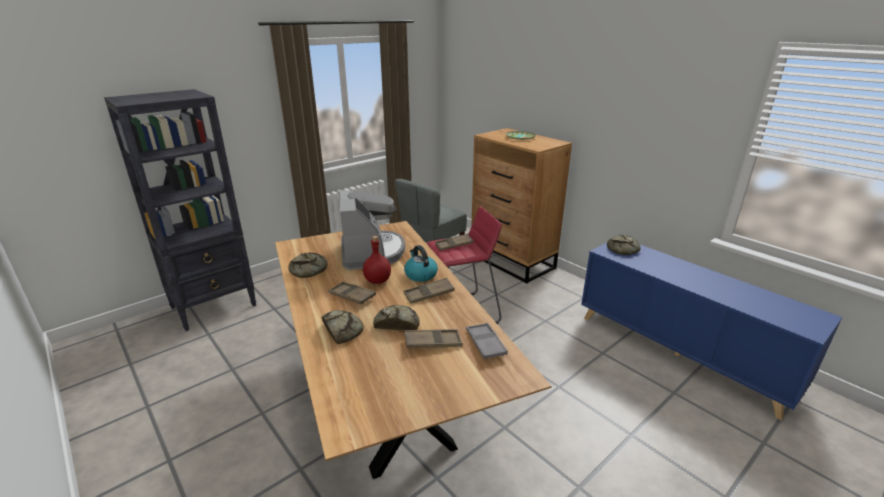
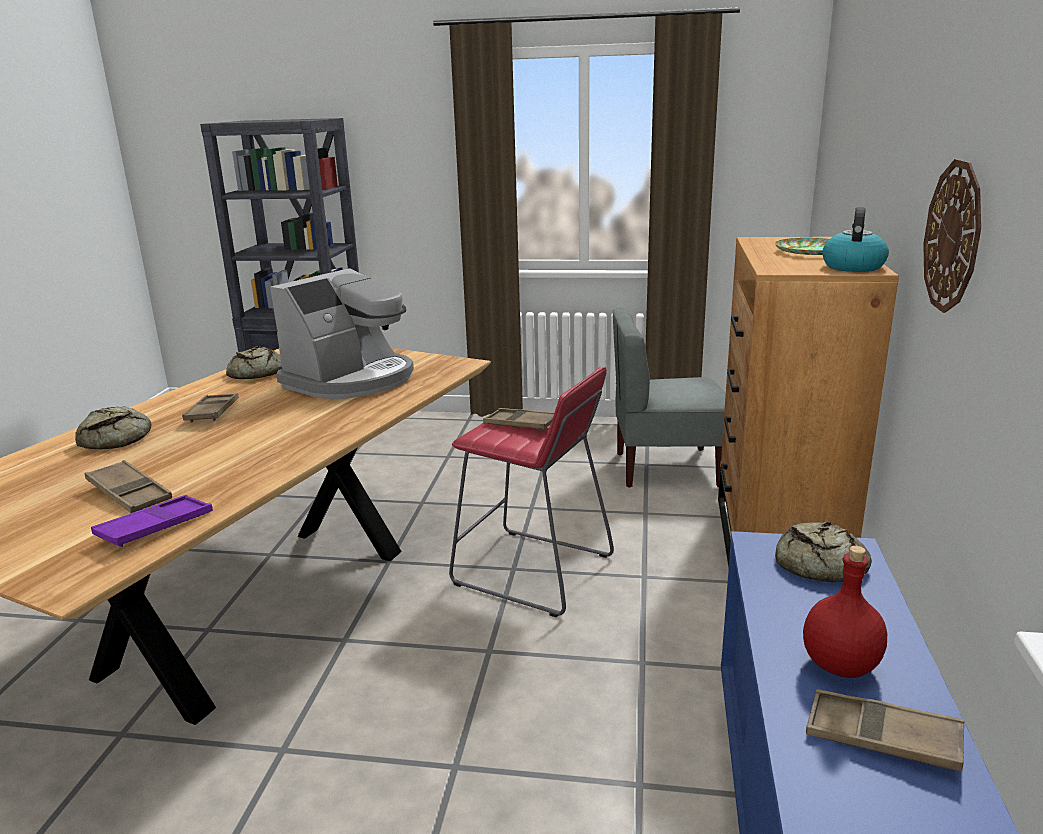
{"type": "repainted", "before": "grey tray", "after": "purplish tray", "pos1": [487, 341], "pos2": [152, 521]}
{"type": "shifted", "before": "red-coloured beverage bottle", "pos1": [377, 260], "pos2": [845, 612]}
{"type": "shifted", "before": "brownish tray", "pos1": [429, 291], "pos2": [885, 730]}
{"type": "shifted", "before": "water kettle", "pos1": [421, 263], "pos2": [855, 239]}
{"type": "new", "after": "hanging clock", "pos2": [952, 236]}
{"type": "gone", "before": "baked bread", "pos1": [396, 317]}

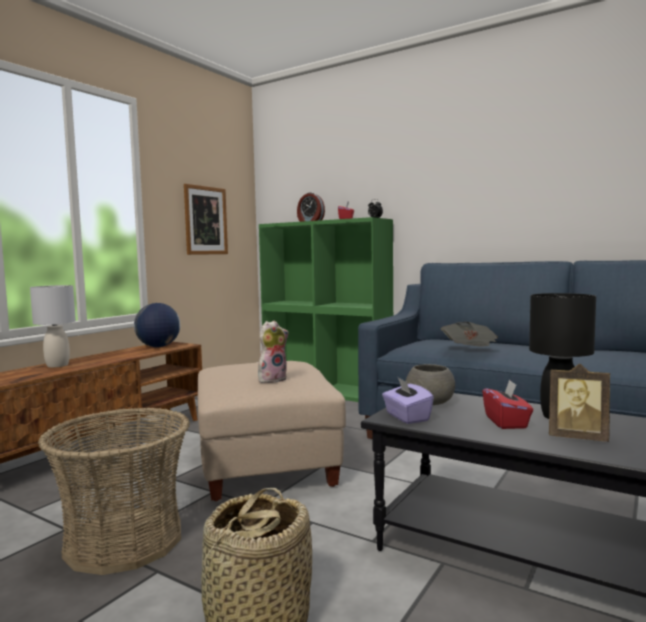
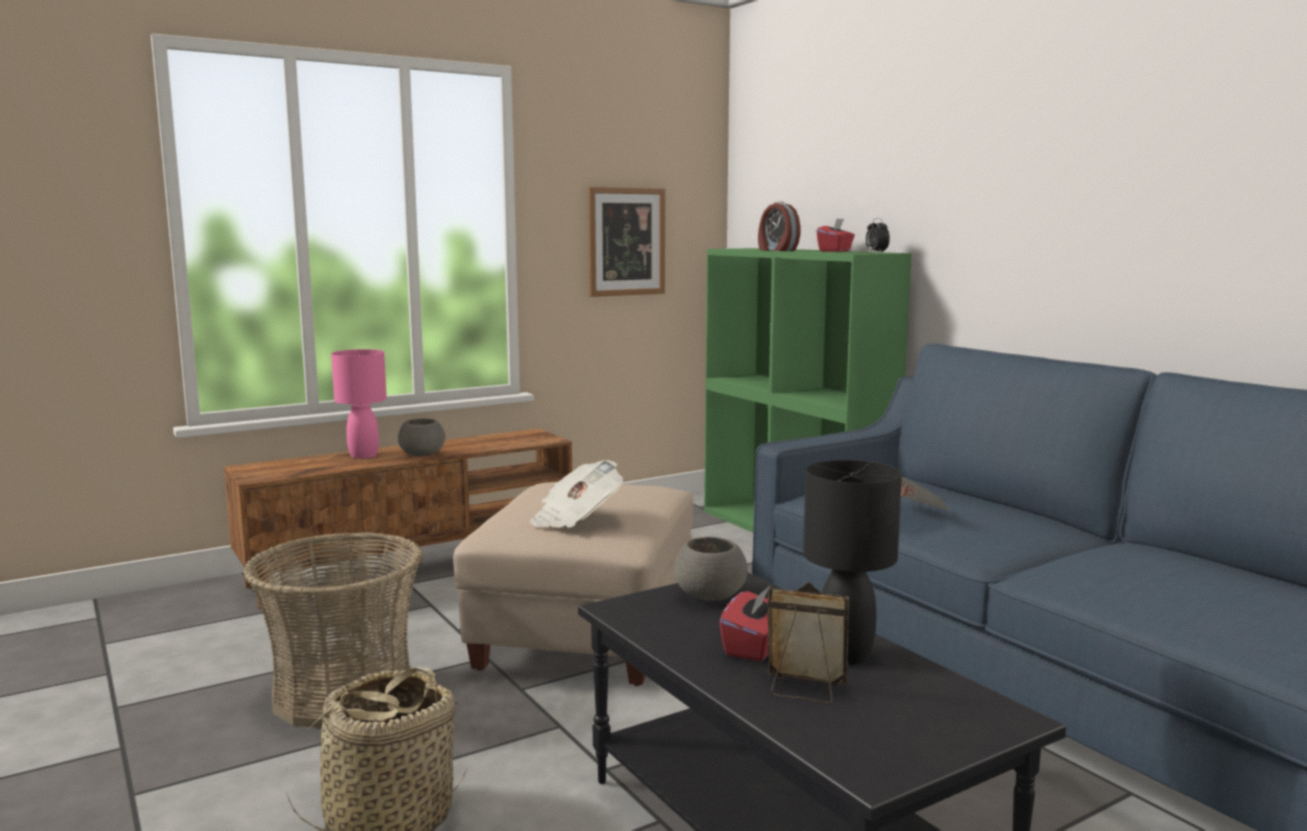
{"type": "repainted", "before": "grey table lamp", "after": "pinkish table lamp", "pos1": [53, 326], "pos2": [359, 404]}
{"type": "new", "after": "grey deep dish", "pos2": [421, 437]}
{"type": "swapped", "before": "plush toy", "after": "daily paper", "pos1": [273, 352], "pos2": [576, 494]}
{"type": "rotated", "before": "picture frame", "pos1": [579, 403], "pos2": [808, 642], "turn": 150}
{"type": "gone", "before": "world globe", "pos1": [157, 325]}
{"type": "gone", "before": "purplish box of tissues", "pos1": [408, 401]}

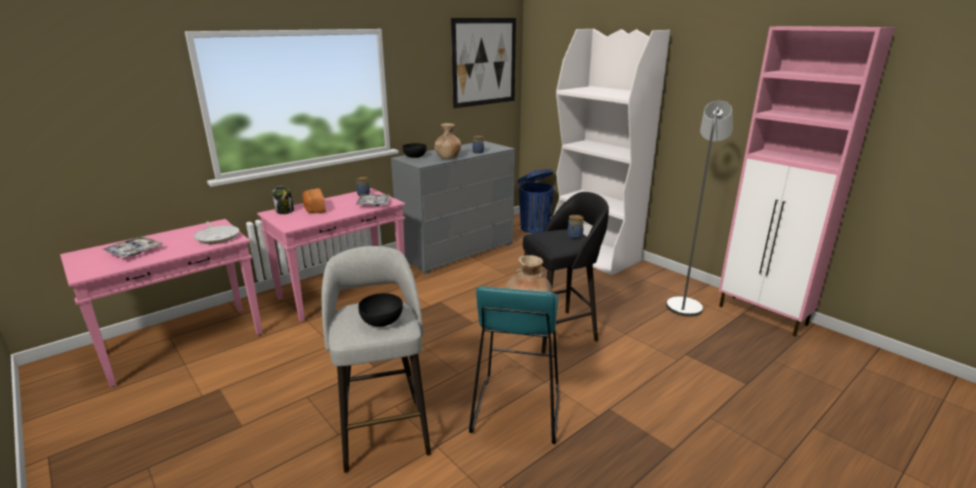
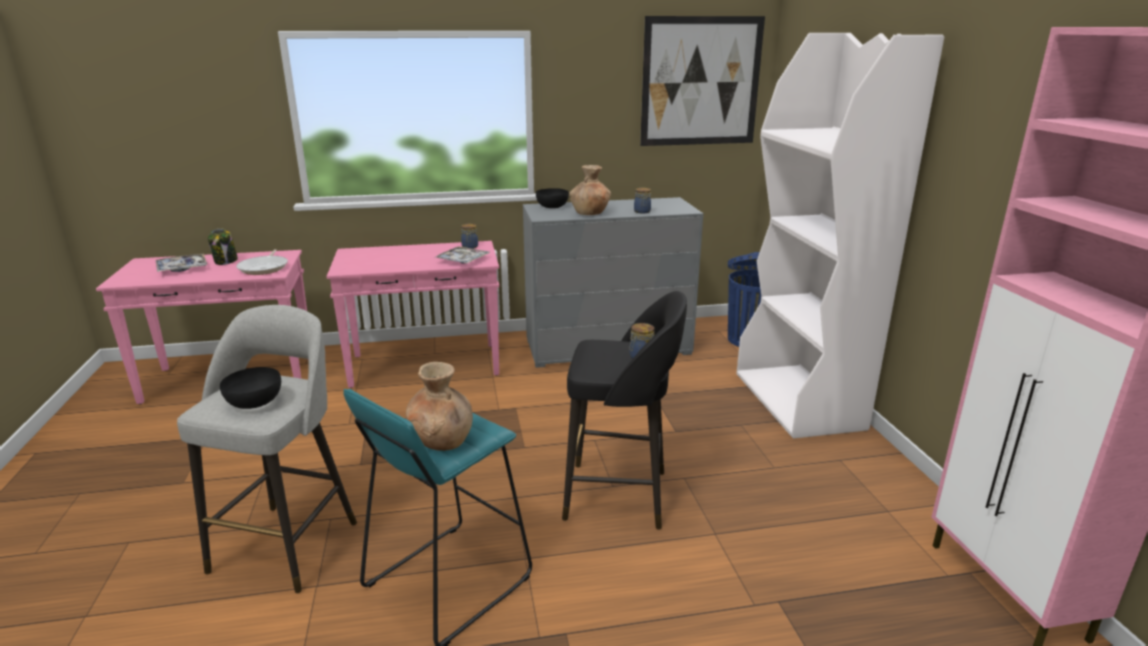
{"type": "shifted", "before": "jar", "pos1": [283, 200], "pos2": [223, 247]}
{"type": "gone", "before": "baked bread", "pos1": [314, 200]}
{"type": "gone", "before": "grey standard lamp", "pos1": [699, 209]}

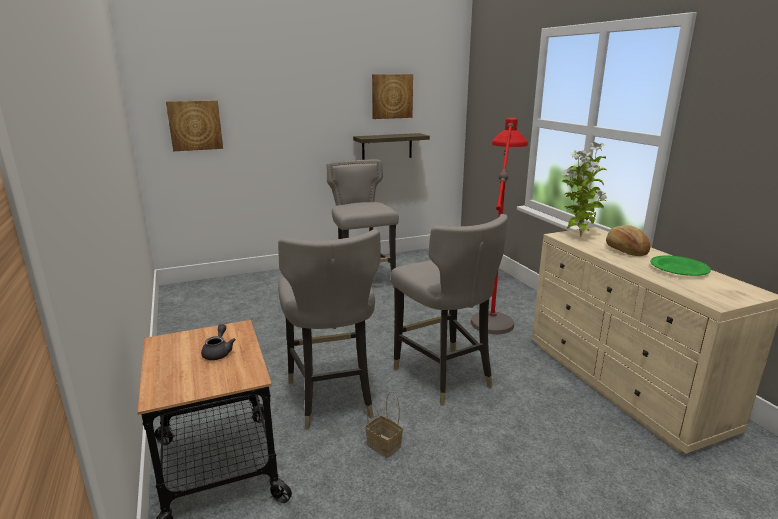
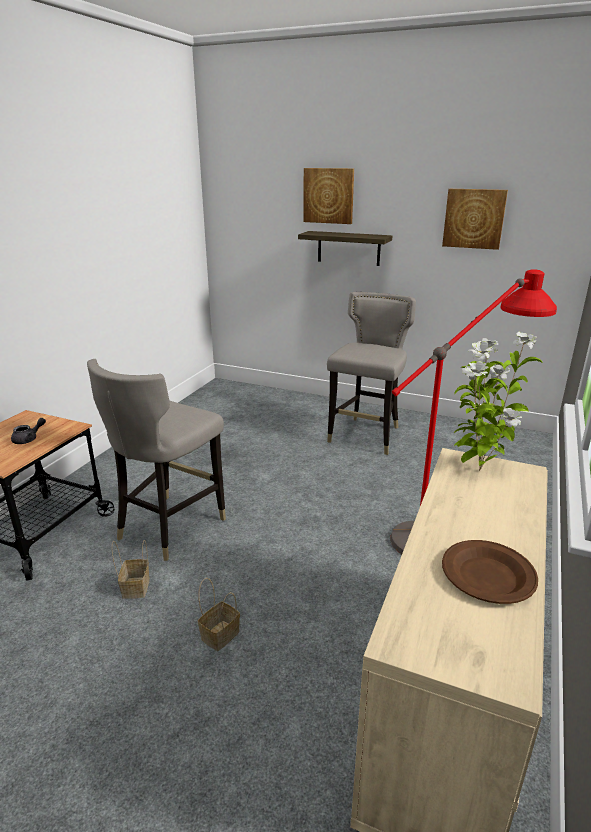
{"type": "new", "after": "storage basket", "pos2": [219, 614]}
{"type": "shifted", "before": "wall shelf", "pos1": [391, 146], "pos2": [345, 248]}
{"type": "shifted", "before": "picture", "pos1": [194, 125], "pos2": [329, 196]}
{"type": "repainted", "before": "green flat dish", "after": "brownish flat dish", "pos1": [680, 266], "pos2": [490, 572]}
{"type": "gone", "before": "grey stool", "pos1": [449, 309]}
{"type": "gone", "before": "baked bread", "pos1": [628, 240]}

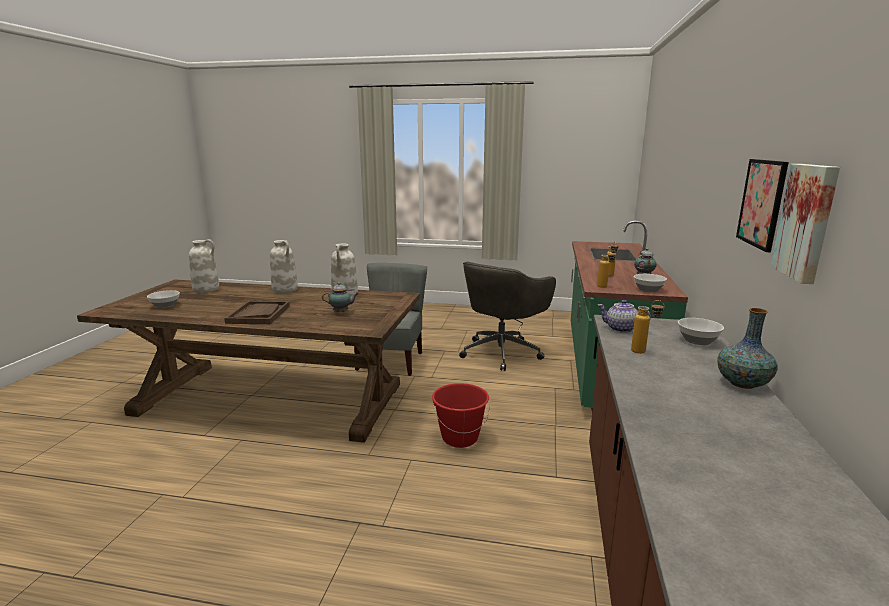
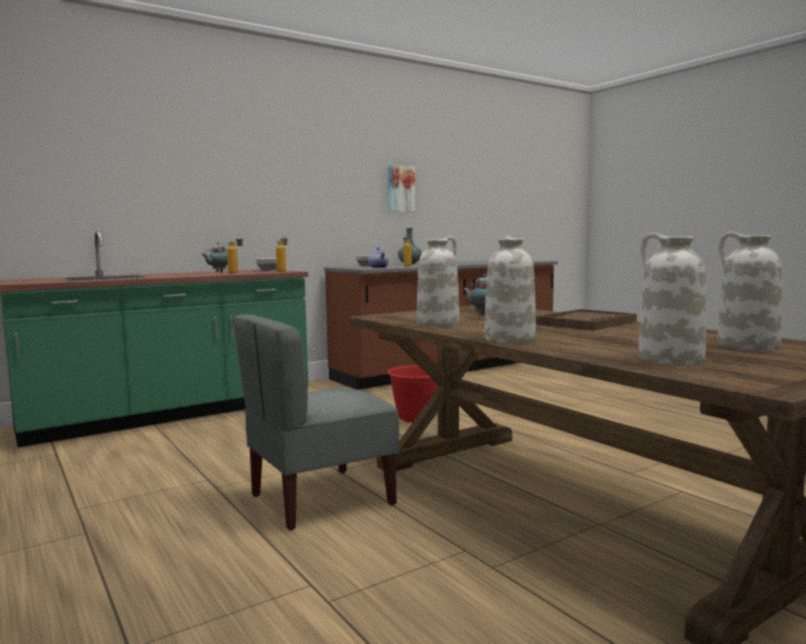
{"type": "swapped", "before": "deep dish", "after": "white flower vase", "pos1": [163, 299], "pos2": [749, 291]}
{"type": "gone", "before": "grey office chair", "pos1": [507, 316]}
{"type": "gone", "before": "picture", "pos1": [762, 205]}

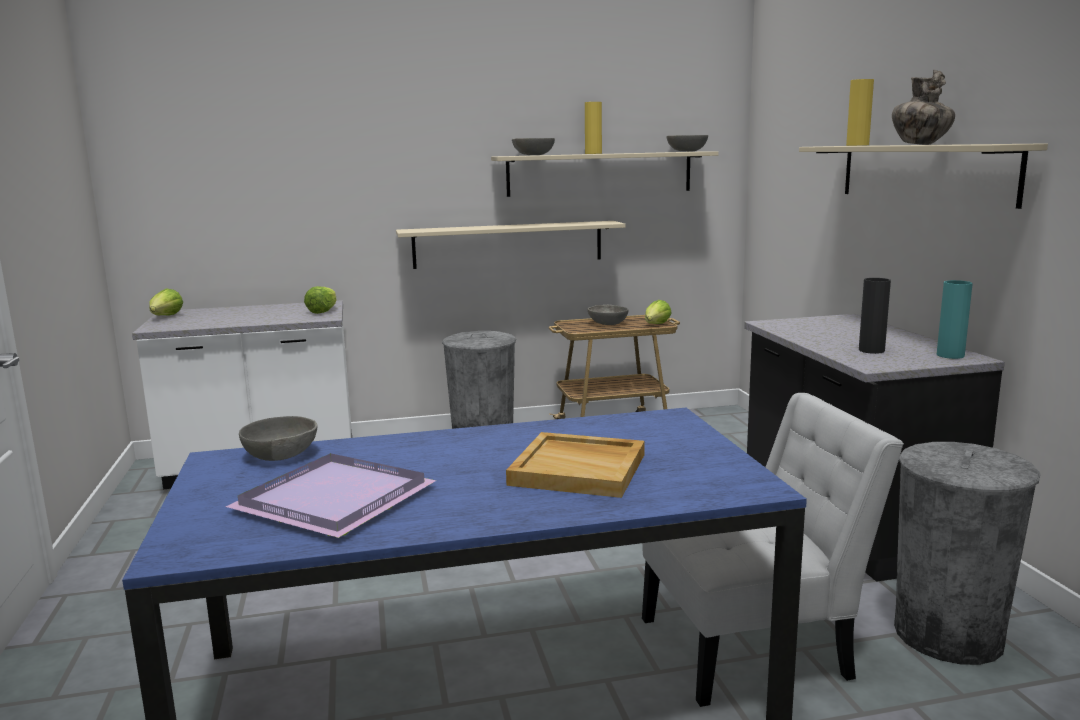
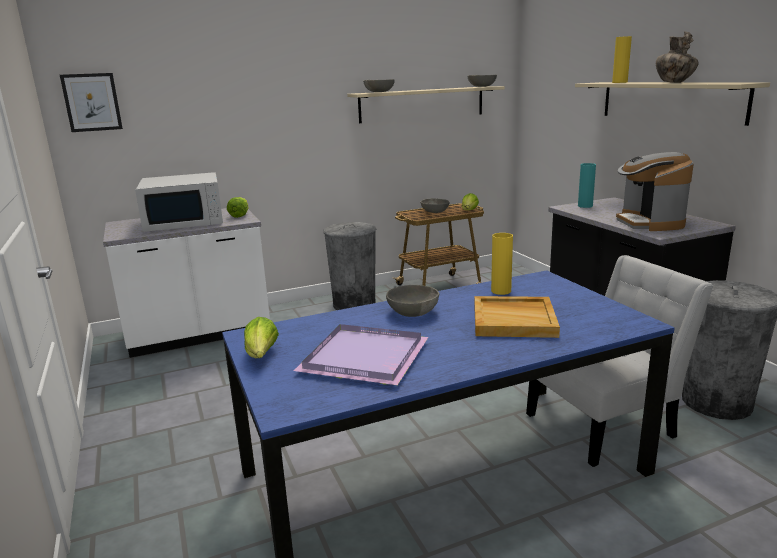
{"type": "new", "after": "picture", "pos2": [91, 102]}
{"type": "new", "after": "white microwave", "pos2": [179, 202]}
{"type": "shifted", "before": "head of lettuce", "pos1": [166, 302], "pos2": [261, 337]}
{"type": "shifted", "before": "grey deep dish", "pos1": [278, 438], "pos2": [412, 301]}
{"type": "shifted", "before": "yellow-coloured flower vase", "pos1": [593, 128], "pos2": [502, 264]}
{"type": "shifted", "before": "blue-green flower vase", "pos1": [955, 319], "pos2": [587, 185]}
{"type": "swapped", "before": "blackish flower vase", "after": "coffee maker", "pos1": [875, 316], "pos2": [655, 191]}
{"type": "gone", "before": "sand-coloured wall shelf", "pos1": [510, 245]}

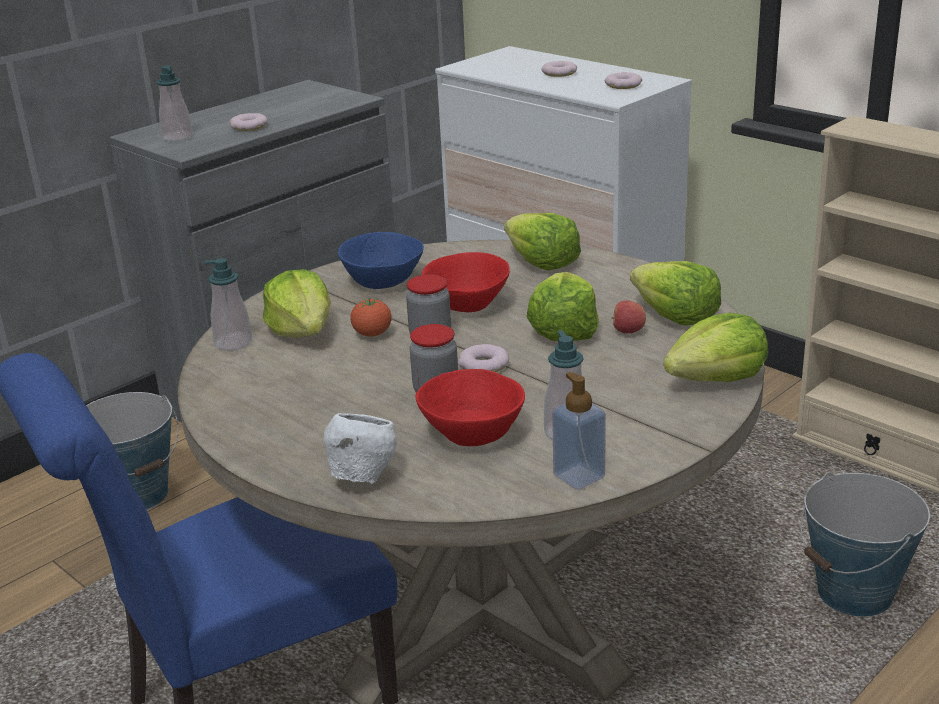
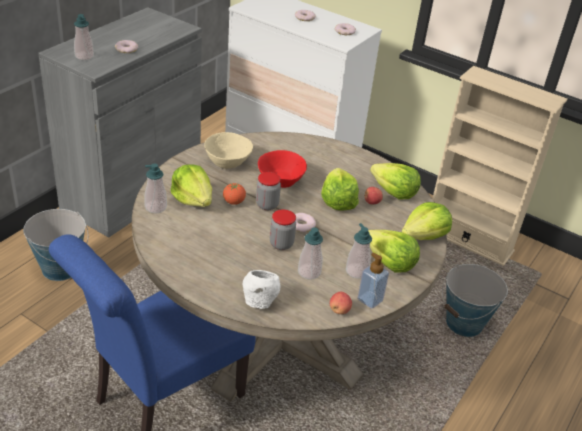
{"type": "repainted", "before": "bluish deep dish", "after": "sand-coloured deep dish", "pos1": [381, 260], "pos2": [228, 150]}
{"type": "swapped", "before": "red-coloured deep dish", "after": "liquid soap bottle", "pos1": [470, 407], "pos2": [310, 253]}
{"type": "new", "after": "whole apple", "pos2": [341, 303]}
{"type": "shifted", "before": "head of lettuce", "pos1": [542, 241], "pos2": [394, 251]}

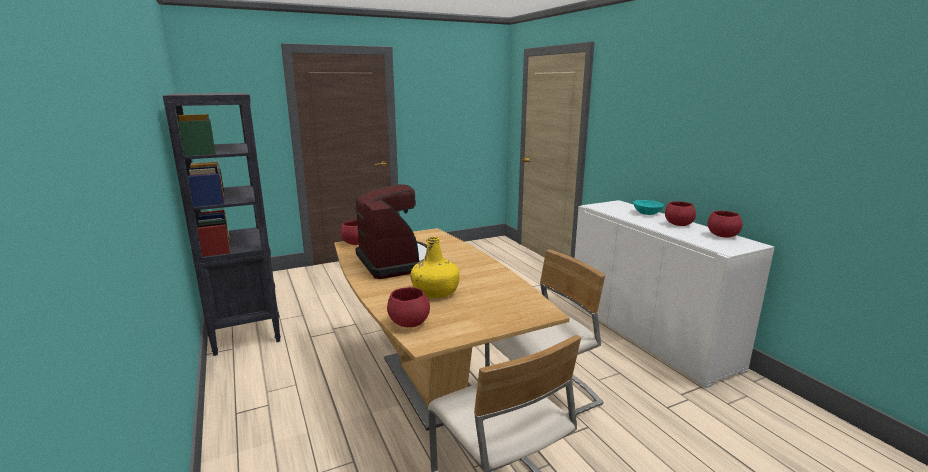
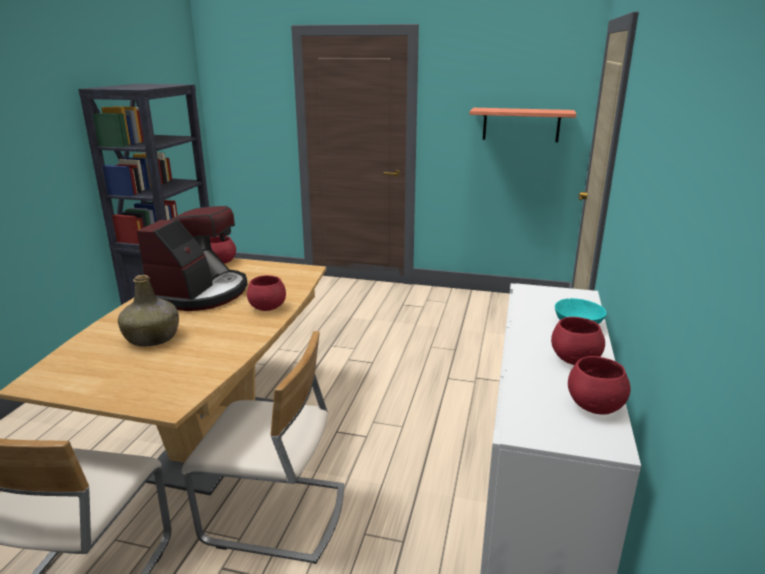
{"type": "repainted", "before": "yellow-coloured beverage bottle", "after": "green beverage bottle", "pos1": [434, 267], "pos2": [148, 310]}
{"type": "shifted", "before": "red-coloured deep dish", "pos1": [408, 307], "pos2": [266, 293]}
{"type": "new", "after": "wall shelf", "pos2": [522, 125]}

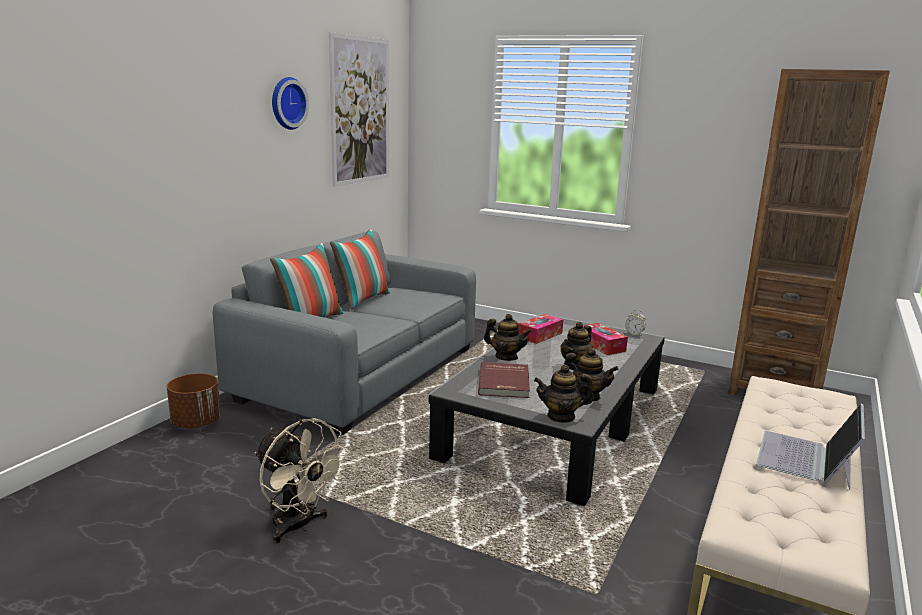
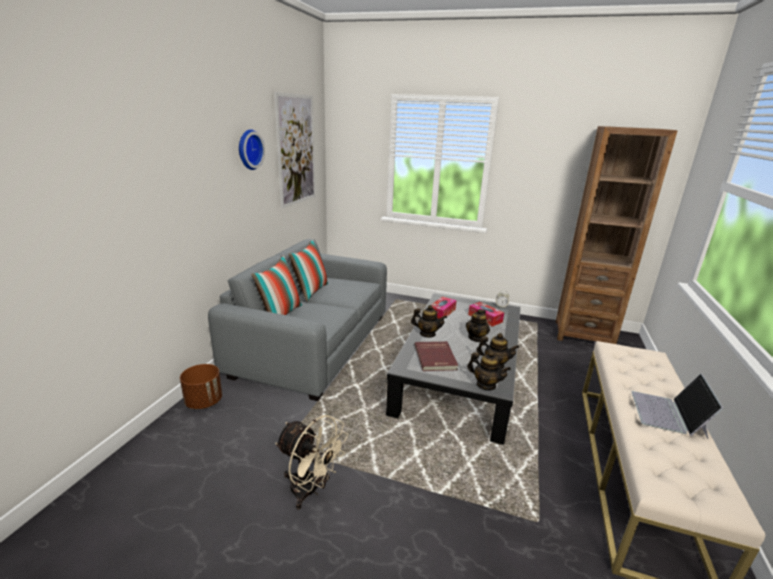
{"type": "rotated", "before": "tea pot", "pos1": [564, 394], "pos2": [489, 370], "turn": -135}

